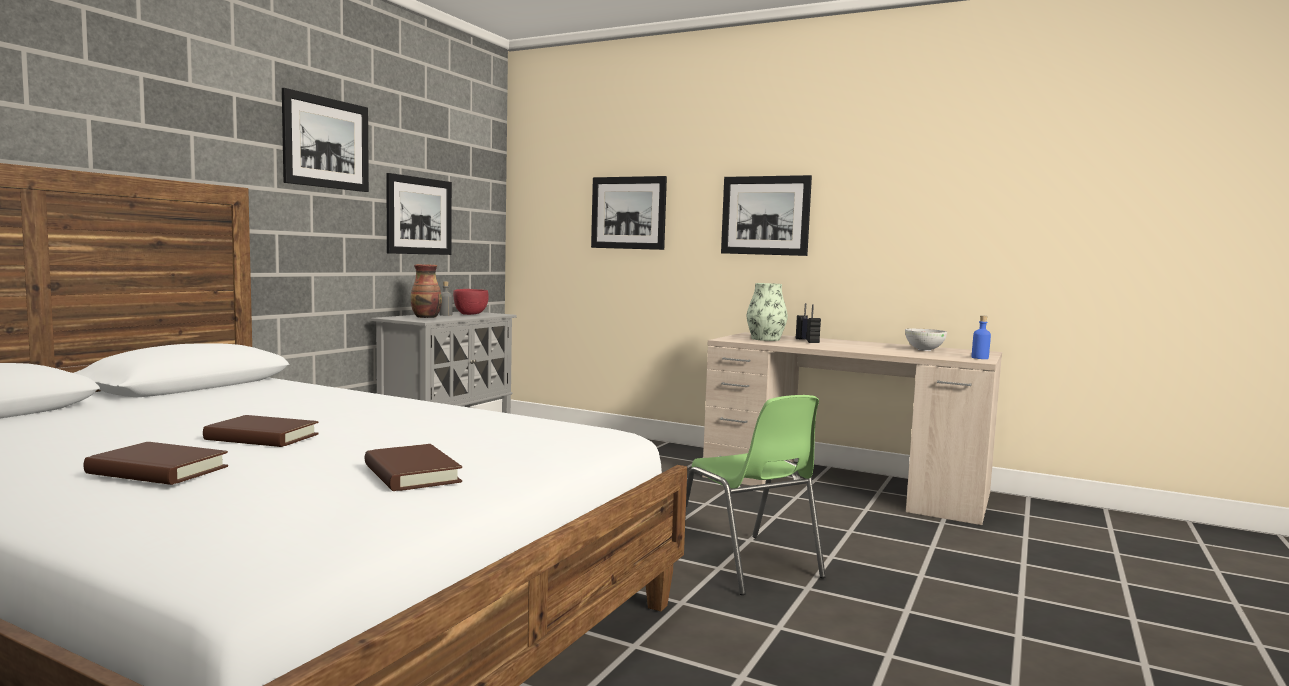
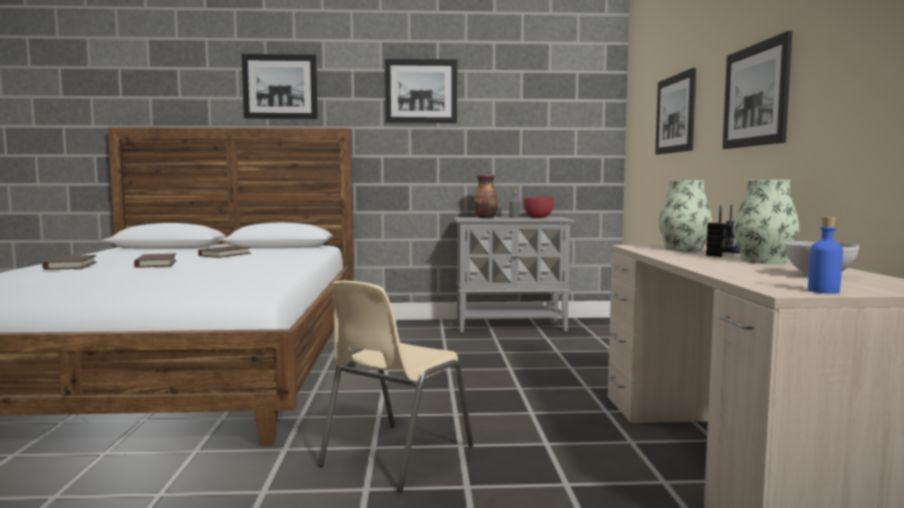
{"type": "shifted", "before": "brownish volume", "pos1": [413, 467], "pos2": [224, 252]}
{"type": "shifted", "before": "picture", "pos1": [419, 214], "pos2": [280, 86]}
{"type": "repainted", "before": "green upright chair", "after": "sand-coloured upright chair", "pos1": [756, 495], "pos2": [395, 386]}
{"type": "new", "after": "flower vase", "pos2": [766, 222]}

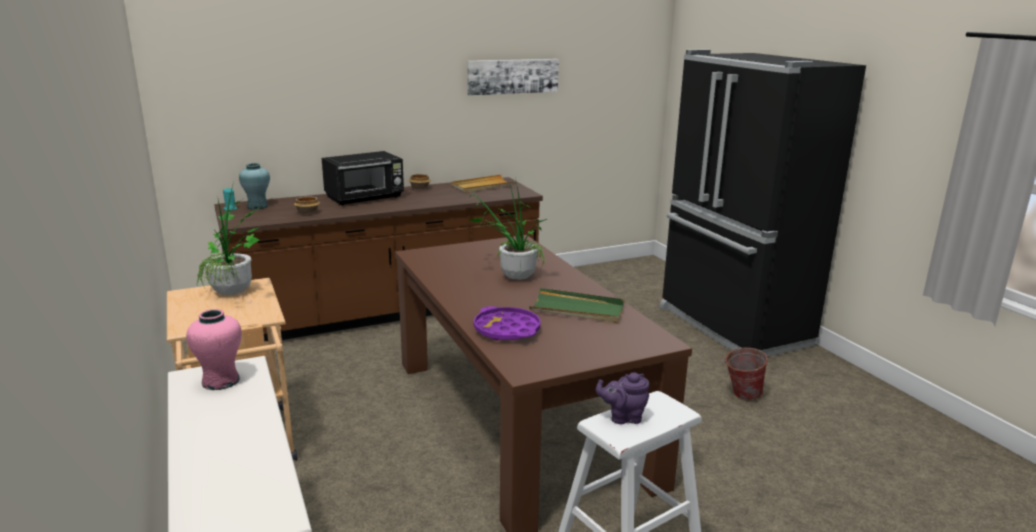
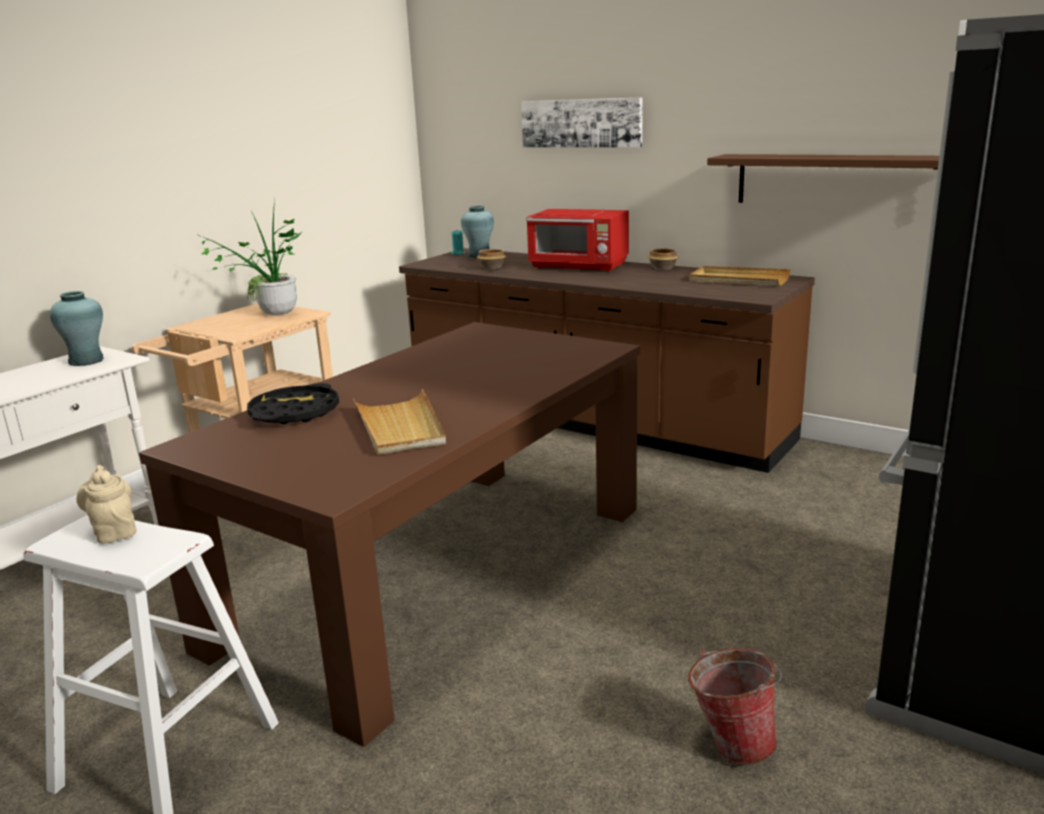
{"type": "repainted", "before": "pinkish flower vase", "after": "blue-green flower vase", "pos1": [214, 349], "pos2": [77, 328]}
{"type": "repainted", "before": "purplish tea pot", "after": "sand-coloured tea pot", "pos1": [622, 398], "pos2": [106, 504]}
{"type": "repainted", "before": "purplish tray", "after": "blackish tray", "pos1": [507, 323], "pos2": [293, 403]}
{"type": "repainted", "before": "green tray", "after": "sand-coloured tray", "pos1": [577, 305], "pos2": [399, 422]}
{"type": "shifted", "before": "picture", "pos1": [513, 77], "pos2": [582, 122]}
{"type": "repainted", "before": "blackish microwave", "after": "red-coloured microwave", "pos1": [363, 178], "pos2": [577, 240]}
{"type": "new", "after": "brownish wall shelf", "pos2": [823, 178]}
{"type": "gone", "before": "houseplant", "pos1": [507, 231]}

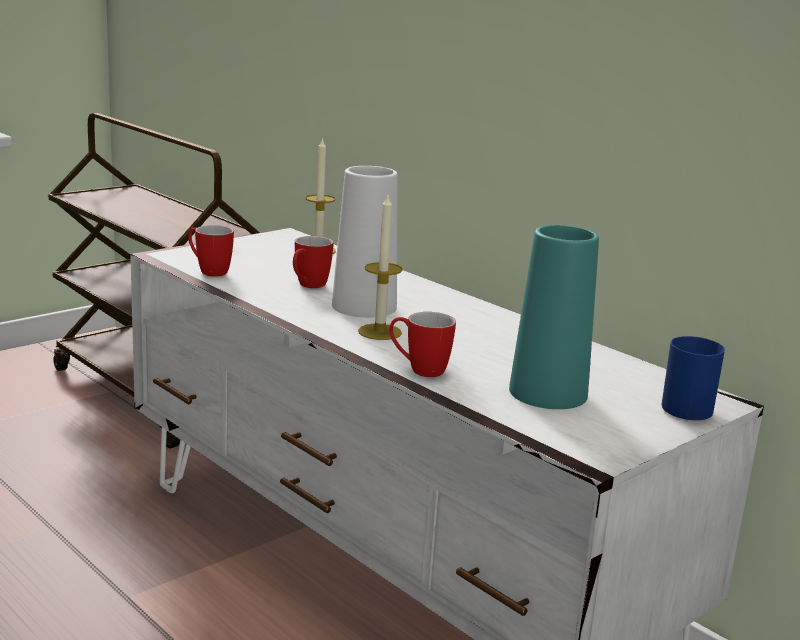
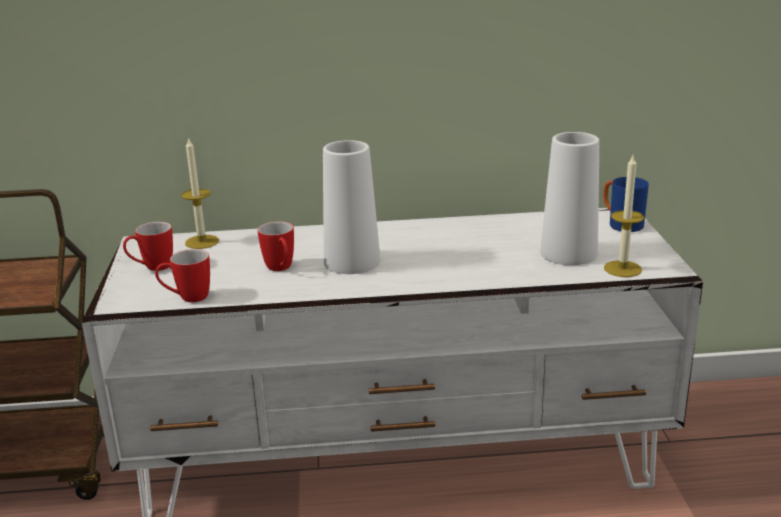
{"type": "shifted", "before": "tea mug", "pos1": [422, 344], "pos2": [148, 246]}
{"type": "repainted", "before": "blue-green flower vase", "after": "white flower vase", "pos1": [554, 317], "pos2": [569, 198]}
{"type": "shifted", "before": "wax light", "pos1": [380, 267], "pos2": [624, 216]}

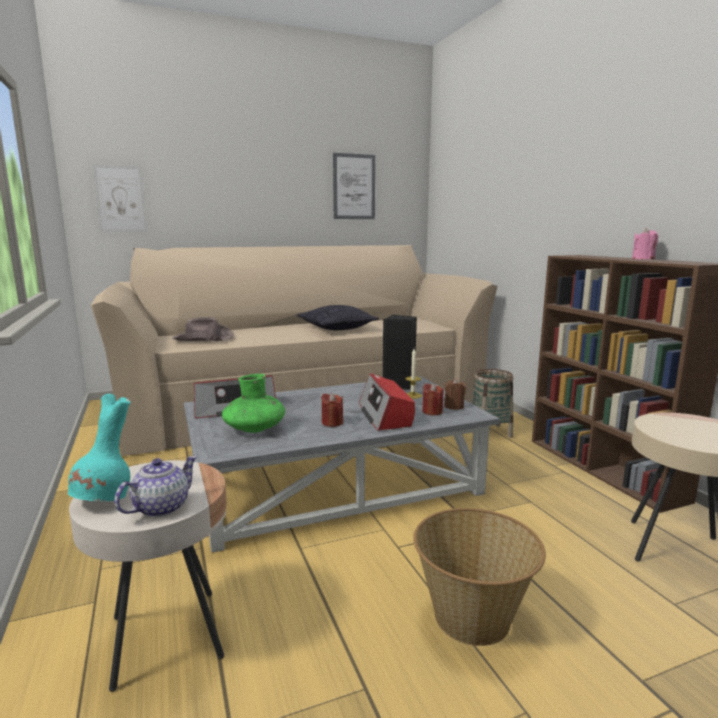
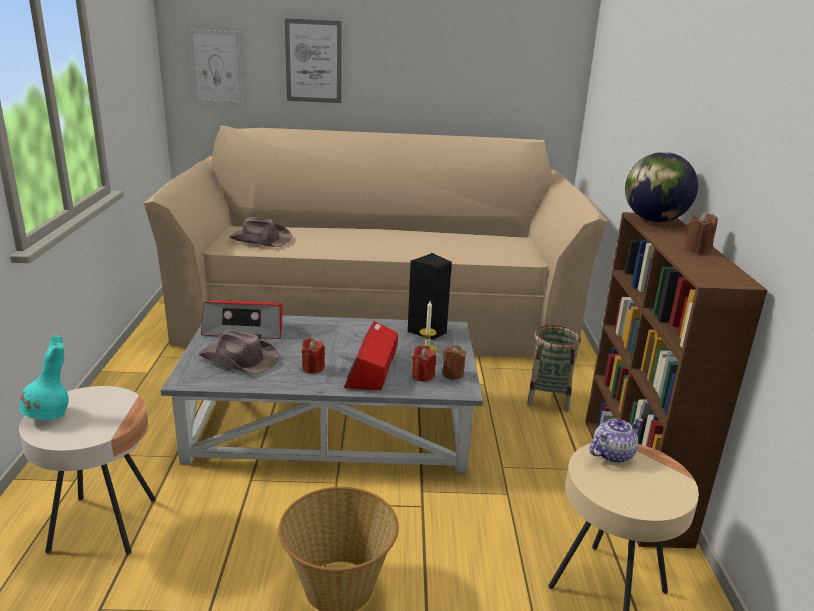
{"type": "swapped", "before": "green flower vase", "after": "brownish hat", "pos1": [253, 403], "pos2": [238, 352]}
{"type": "shifted", "before": "picture", "pos1": [354, 186], "pos2": [313, 60]}
{"type": "shifted", "before": "tea pot", "pos1": [155, 486], "pos2": [616, 440]}
{"type": "new", "after": "world globe", "pos2": [661, 187]}
{"type": "repainted", "before": "pinkish wax light", "after": "brownish wax light", "pos1": [645, 243], "pos2": [701, 232]}
{"type": "gone", "before": "pillow", "pos1": [338, 317]}

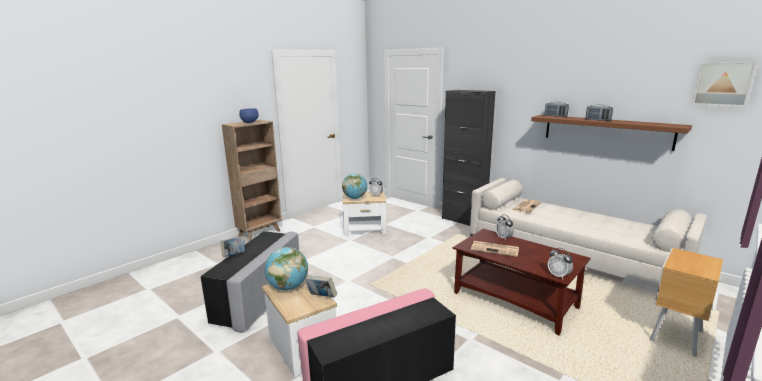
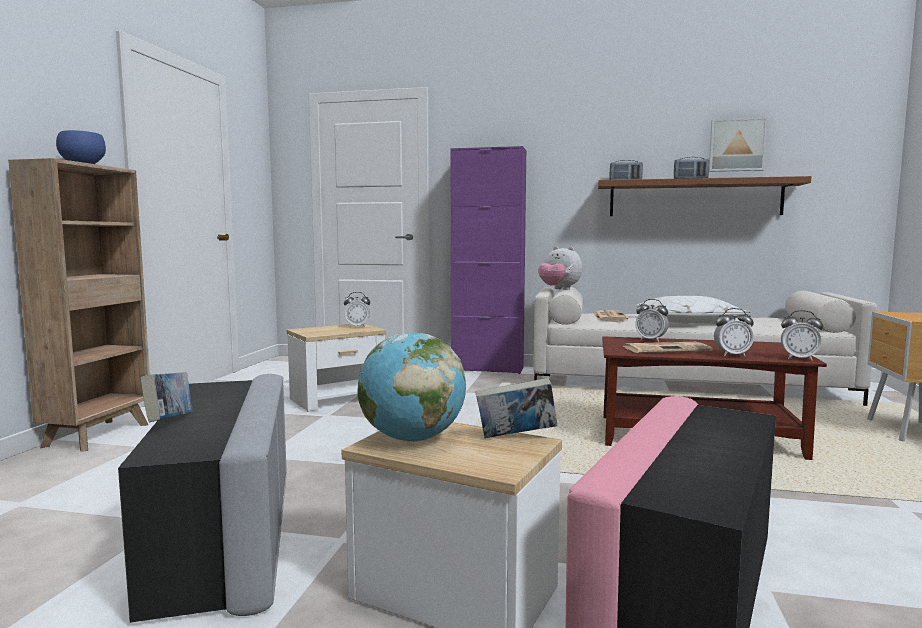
{"type": "repainted", "before": "blackish cabinet", "after": "purplish cabinet", "pos1": [468, 158], "pos2": [488, 260]}
{"type": "new", "after": "plush toy", "pos2": [560, 268]}
{"type": "new", "after": "white pillow", "pos2": [693, 309]}
{"type": "shifted", "before": "picture", "pos1": [724, 84], "pos2": [738, 144]}
{"type": "new", "after": "table clock", "pos2": [734, 332]}
{"type": "gone", "before": "world globe", "pos1": [354, 186]}

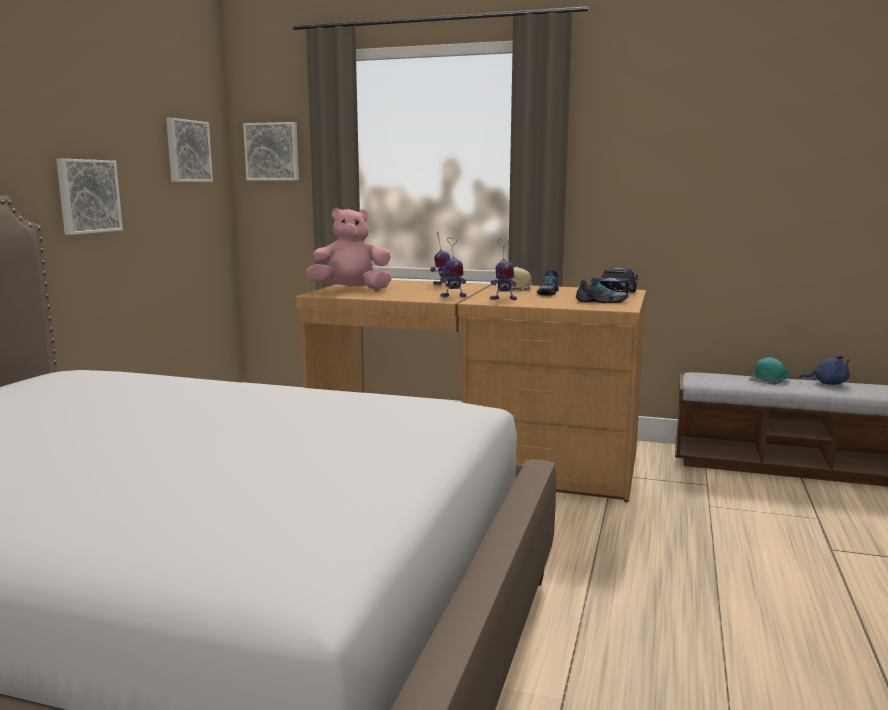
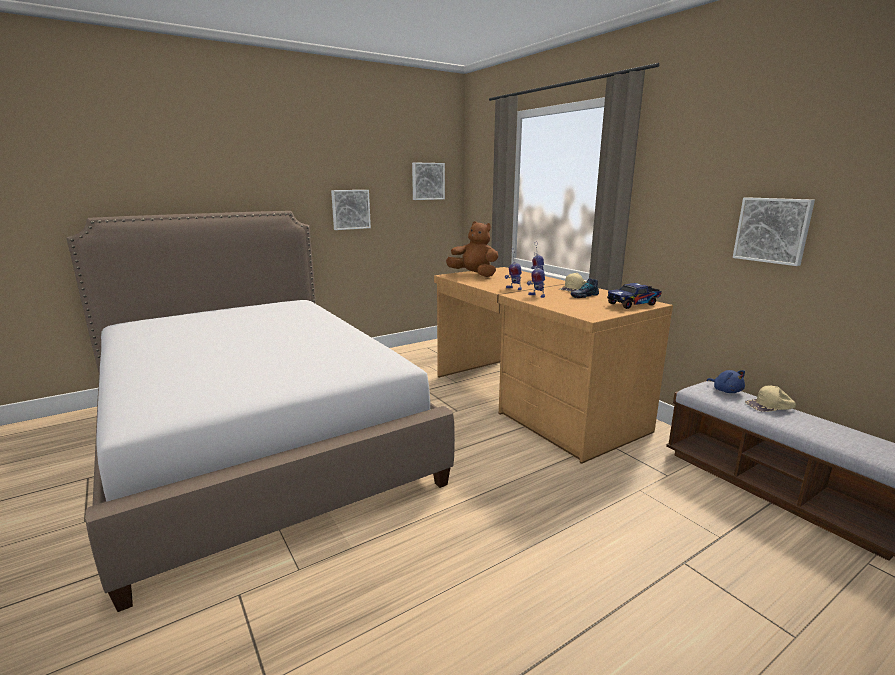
{"type": "repainted", "before": "pinkish plush toy", "after": "brownish plush toy", "pos1": [349, 249], "pos2": [472, 249]}
{"type": "shifted", "before": "bluish plush toy", "pos1": [824, 370], "pos2": [726, 381]}
{"type": "shifted", "before": "picture", "pos1": [271, 151], "pos2": [774, 231]}
{"type": "repainted", "before": "blue-green peaked cap", "after": "sand-coloured peaked cap", "pos1": [769, 370], "pos2": [770, 399]}
{"type": "gone", "before": "item of footwear", "pos1": [602, 290]}

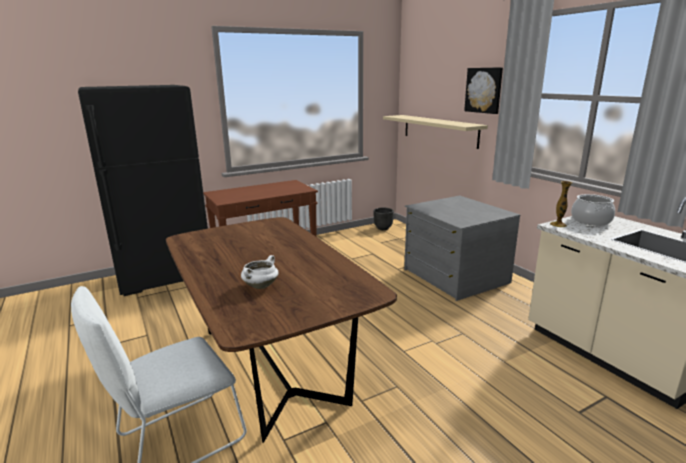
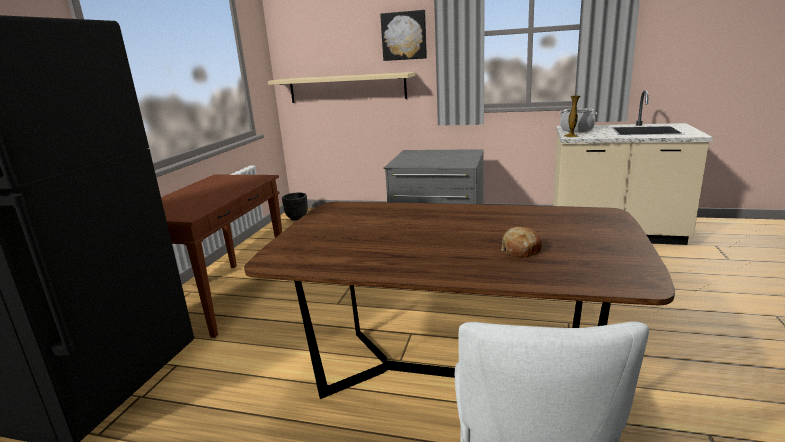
{"type": "swapped", "before": "white stockpot", "after": "baked bread", "pos1": [260, 272], "pos2": [521, 242]}

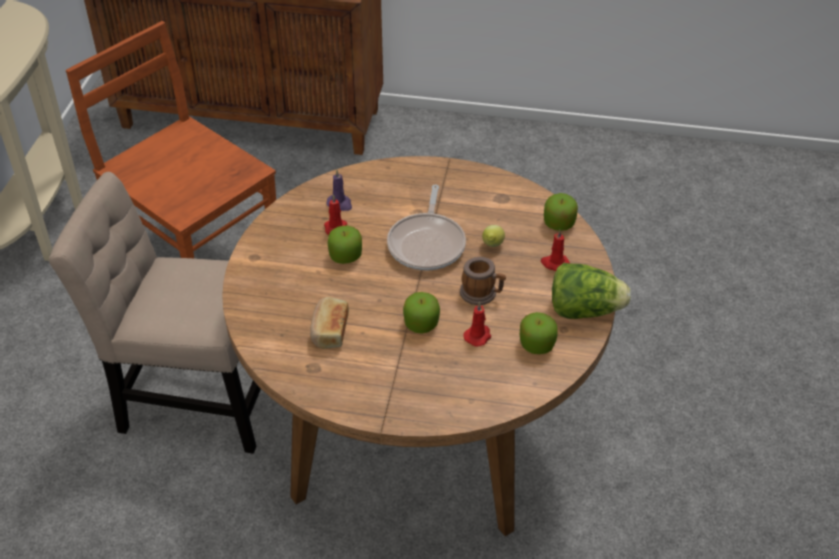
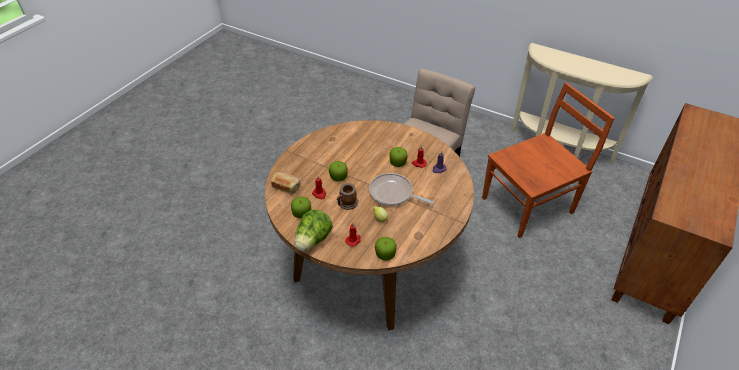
{"type": "shifted", "before": "baked bread", "pos1": [329, 323], "pos2": [285, 183]}

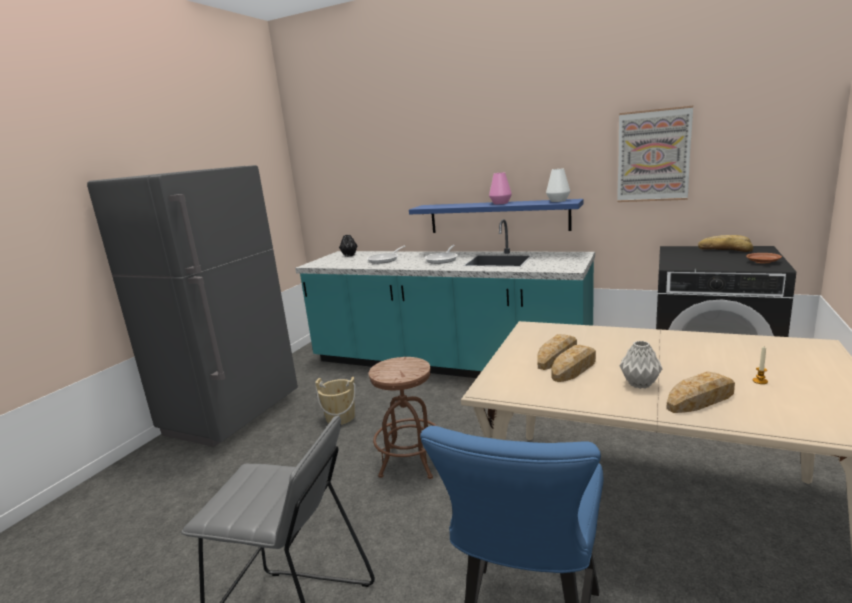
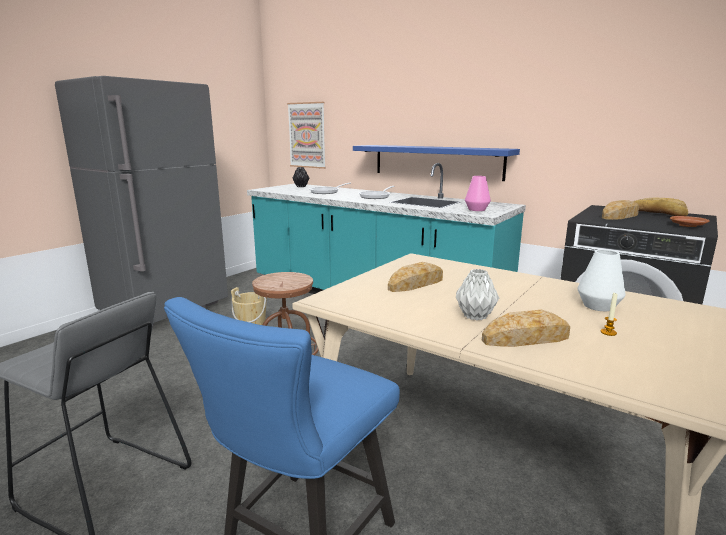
{"type": "shifted", "before": "picture", "pos1": [655, 154], "pos2": [306, 135]}
{"type": "shifted", "before": "pinkish flower vase", "pos1": [500, 188], "pos2": [478, 193]}
{"type": "shifted", "before": "white flower vase", "pos1": [558, 185], "pos2": [602, 280]}
{"type": "shifted", "before": "baked bread", "pos1": [573, 363], "pos2": [620, 210]}

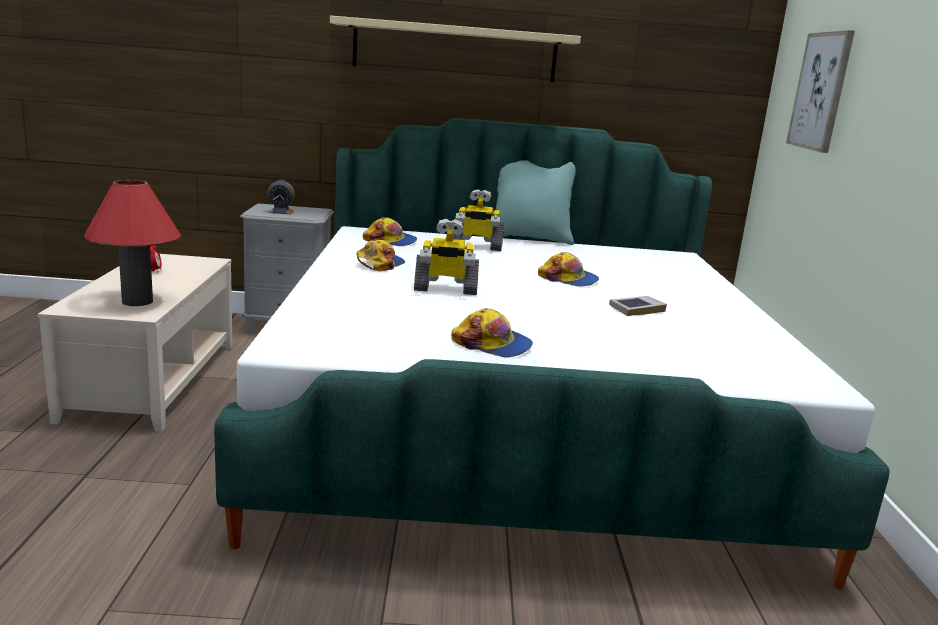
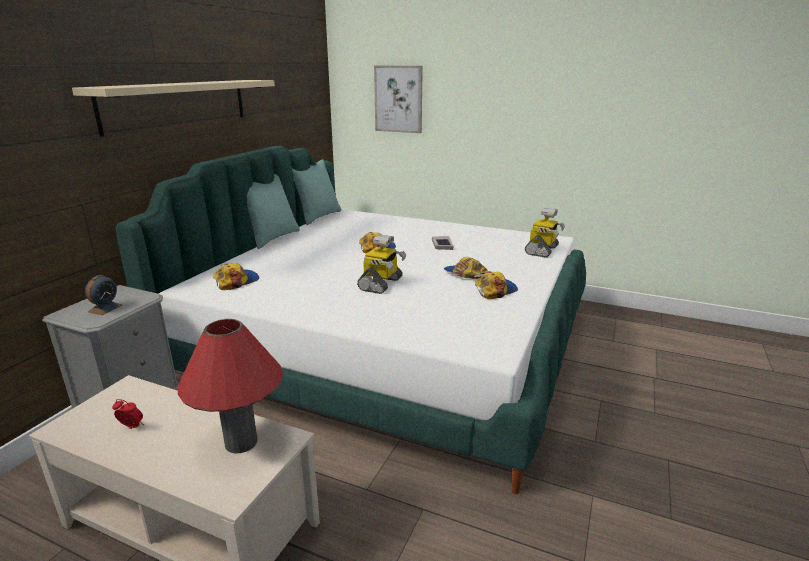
{"type": "new", "after": "blue-green pillow", "pos2": [316, 192]}
{"type": "shifted", "before": "peaked cap", "pos1": [380, 255], "pos2": [466, 268]}
{"type": "shifted", "before": "robot figure", "pos1": [478, 220], "pos2": [545, 232]}

